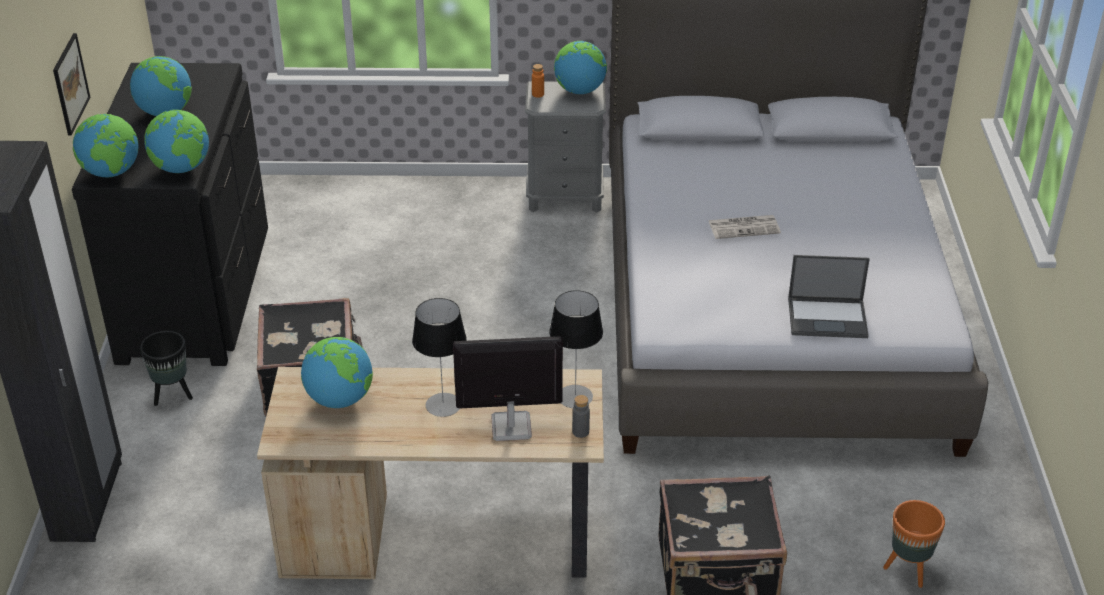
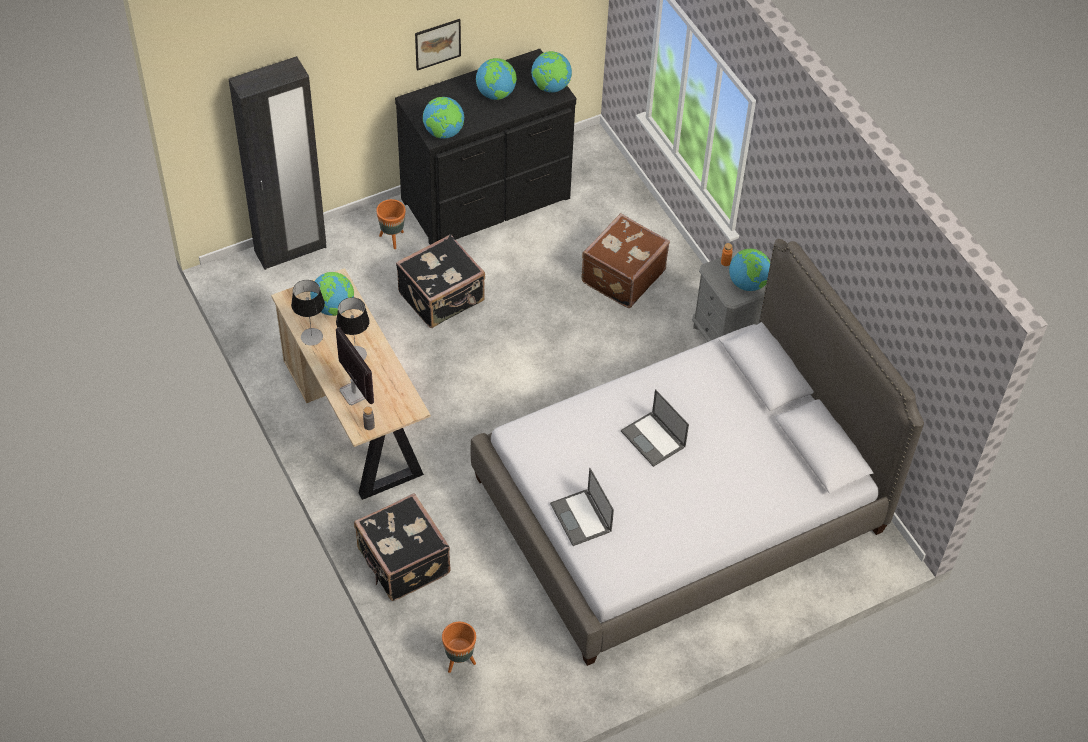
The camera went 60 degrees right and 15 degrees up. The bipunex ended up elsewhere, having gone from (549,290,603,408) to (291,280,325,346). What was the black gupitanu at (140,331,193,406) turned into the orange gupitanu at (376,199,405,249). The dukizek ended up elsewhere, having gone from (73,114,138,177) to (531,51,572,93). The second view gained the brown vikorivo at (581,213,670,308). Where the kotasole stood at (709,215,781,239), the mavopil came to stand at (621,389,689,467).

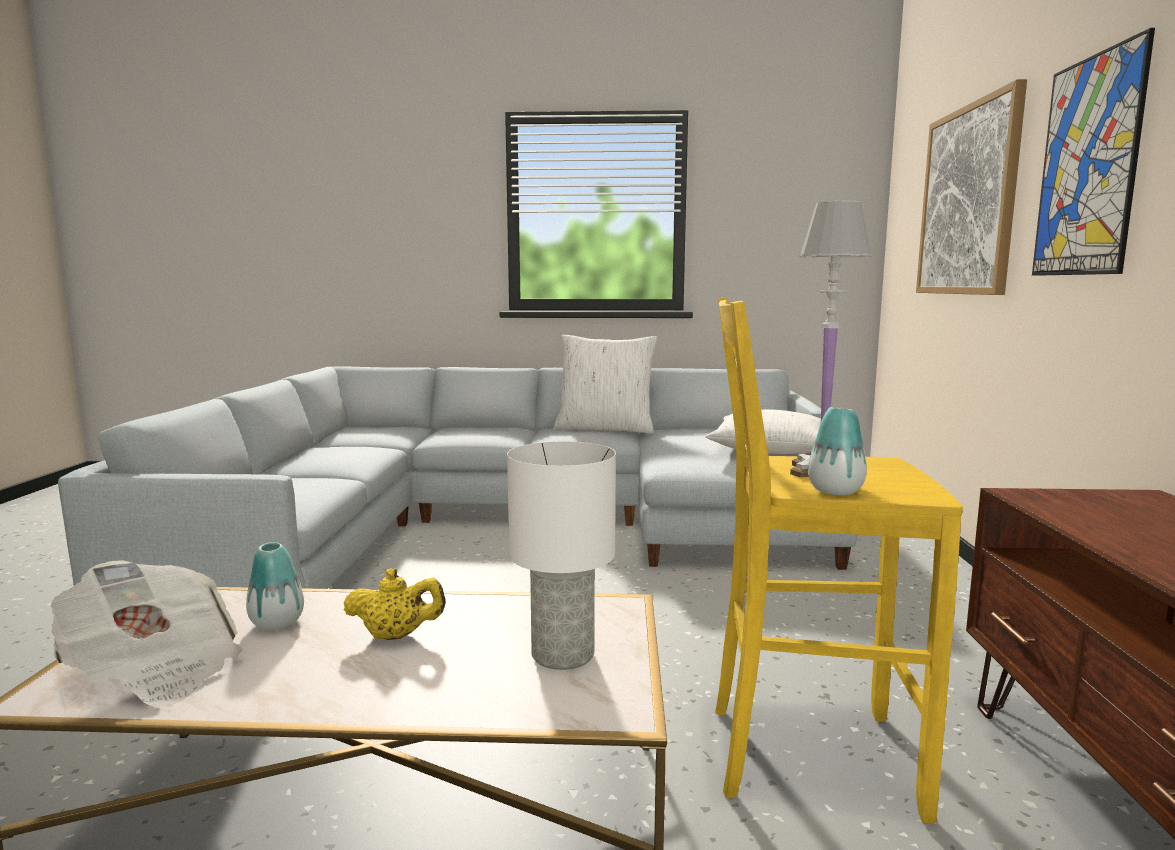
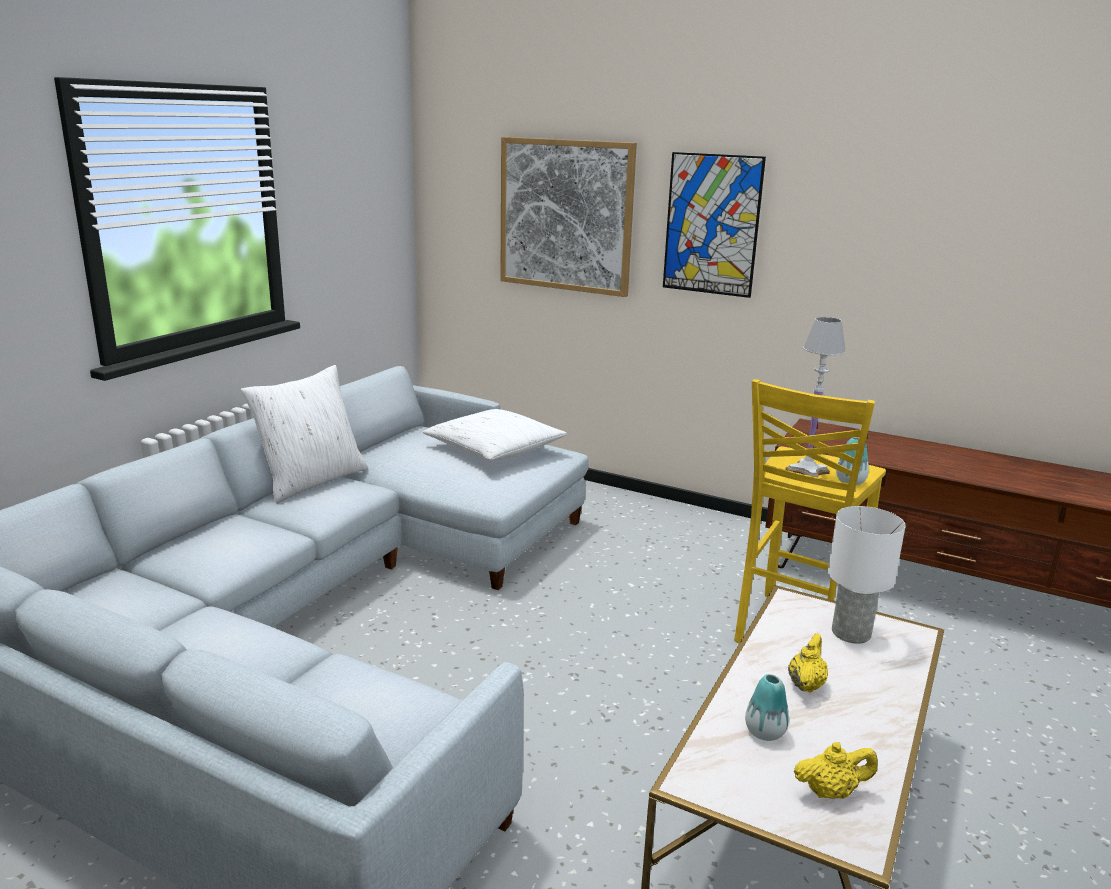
The camera went 65 degrees left and 10 degrees up. Where the kotasole stood at (51,560,243,707), the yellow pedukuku came to stand at (794,742,878,799).

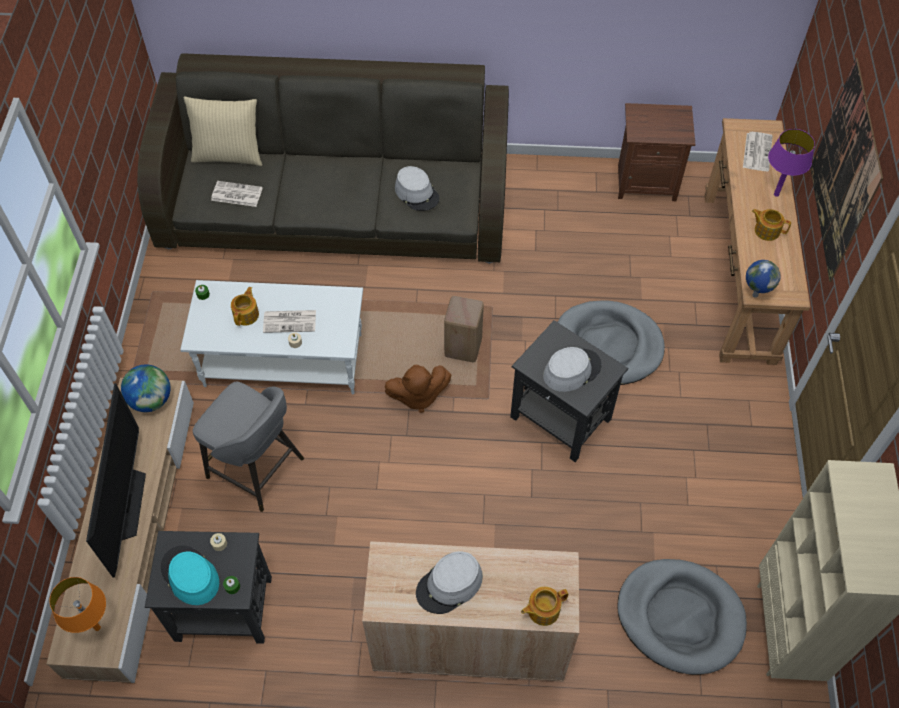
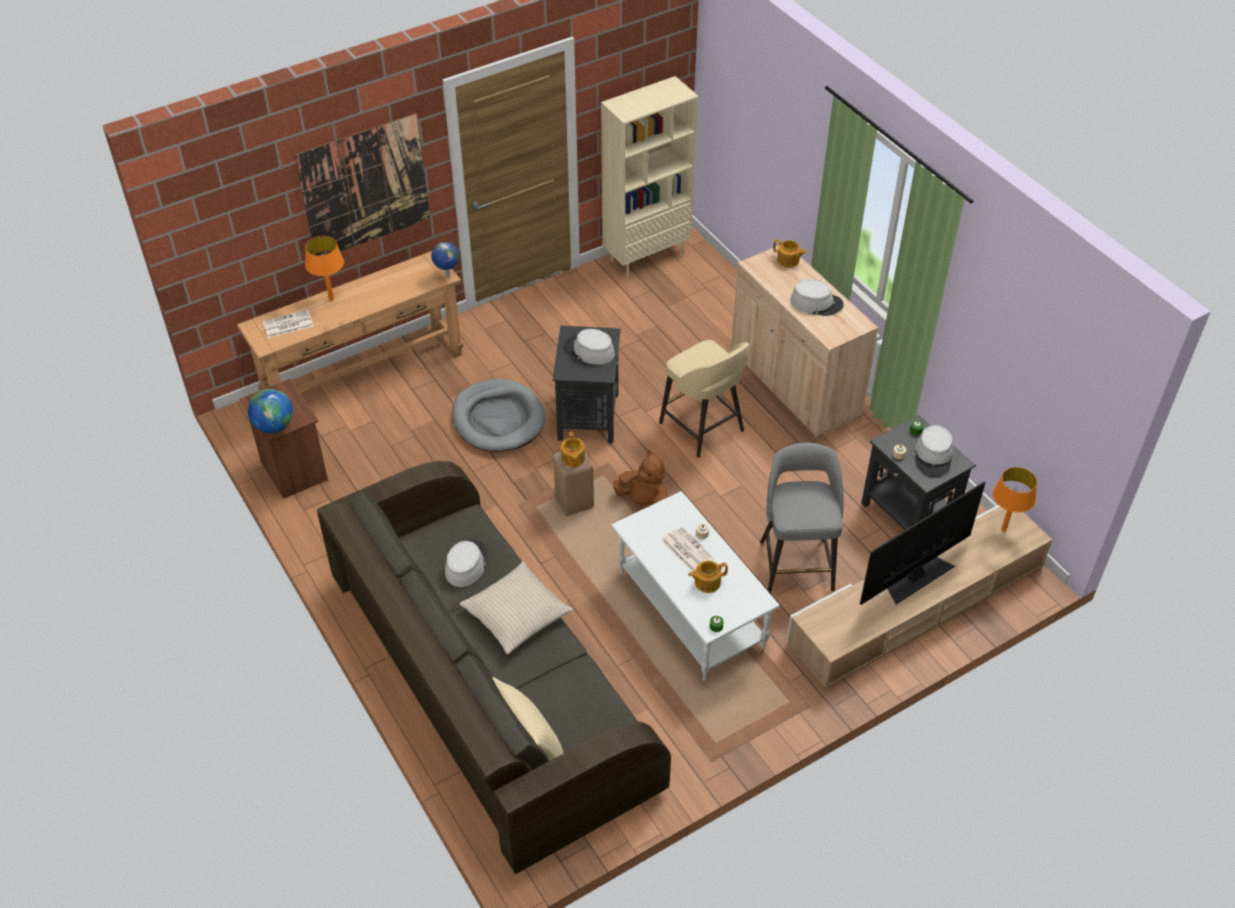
The camera went 125 degrees left and 10 degrees down. The dukizek ended up elsewhere, having gone from (121,364,170,412) to (248,389,293,433). What was the purple bipunex at (768,129,815,197) turned into the orange bipunex at (305,236,344,301). The second view gained the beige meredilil at (459,561,574,654). The pedukuku ended up elsewhere, having gone from (752,209,791,241) to (561,432,585,467). The second view gained the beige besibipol at (659,340,749,458). What was the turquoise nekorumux at (161,545,219,605) turned into the grey nekorumux at (915,425,953,475). The second view lost the kotasole at (211,181,263,207). The second view lost the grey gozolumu at (617,559,747,675).

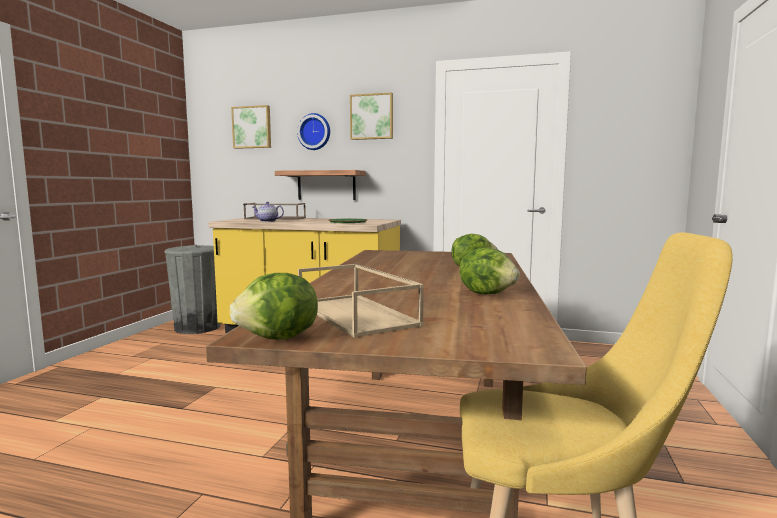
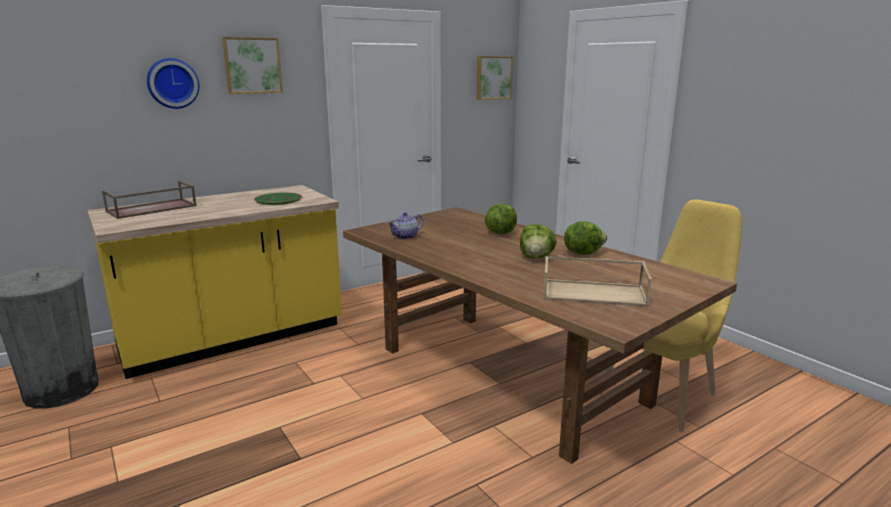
The camera went 50 degrees left and 10 degrees up. The pedukuku ended up elsewhere, having gone from (252,202,284,222) to (387,212,423,239). The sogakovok ended up elsewhere, having gone from (231,105,271,149) to (476,56,513,100). The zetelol ended up elsewhere, having gone from (229,273,318,340) to (520,224,557,259). The second view lost the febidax at (275,170,366,200).

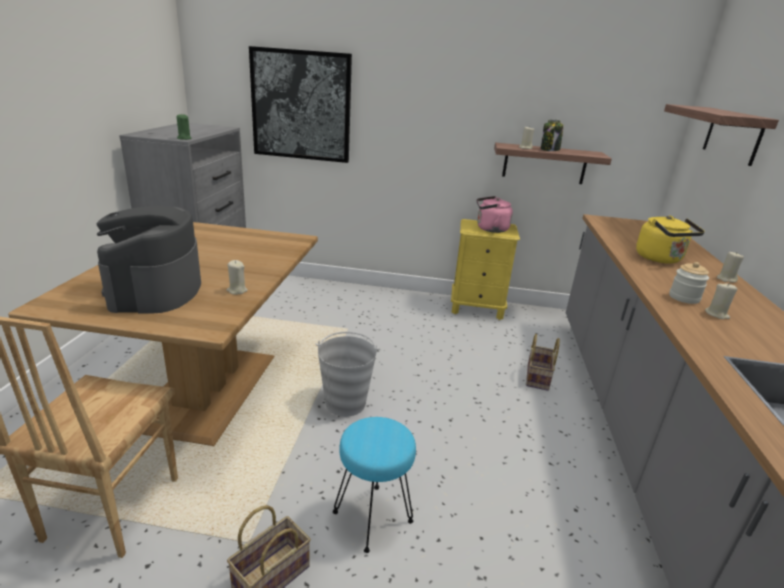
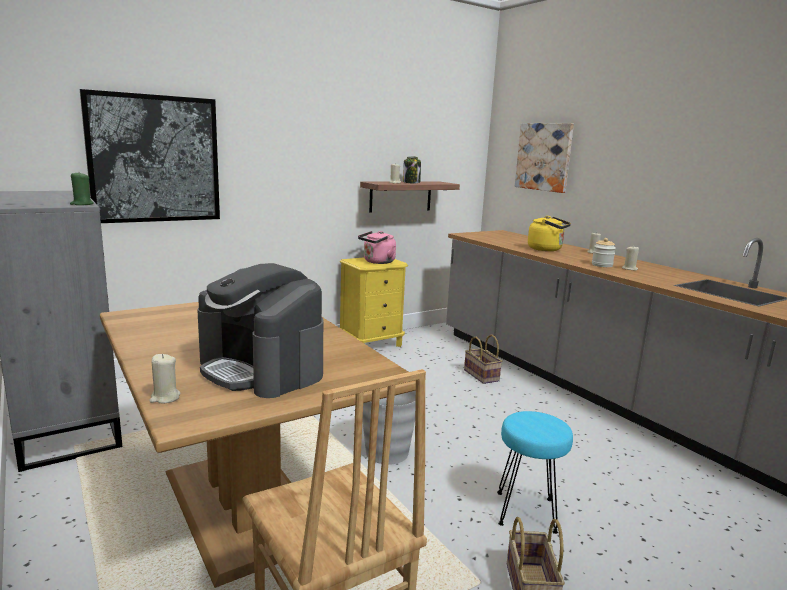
The camera went 40 degrees left and 10 degrees down. The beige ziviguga ended up elsewhere, having gone from (226,260,248,295) to (149,354,181,403). Where the febidax hung at (664,104,779,166), the sogakovok came to hang at (515,123,574,193).

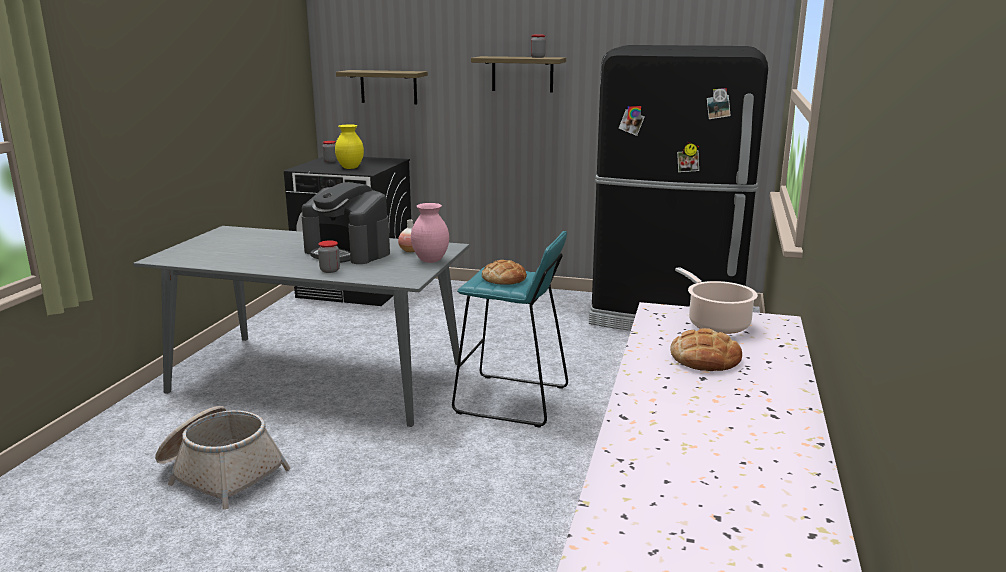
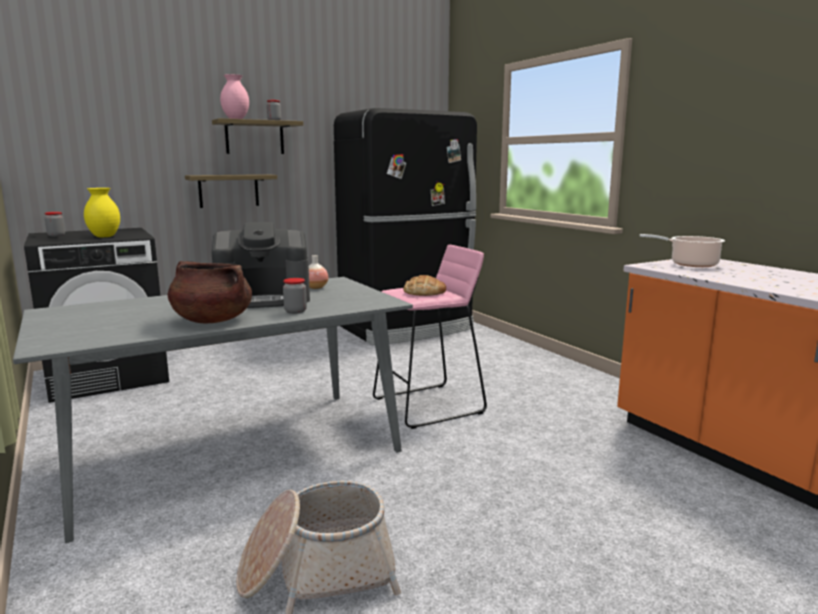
The camera went 45 degrees left and 5 degrees down. The second view gained the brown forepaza at (167,261,252,323). The febidax ended up elsewhere, having gone from (336,70,428,104) to (185,174,277,208). The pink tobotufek ended up elsewhere, having gone from (411,203,449,263) to (220,74,249,119). What was the turquoise besibipol at (452,231,568,428) turned into the pink besibipol at (373,245,487,429). The second view lost the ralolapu at (670,328,742,371).

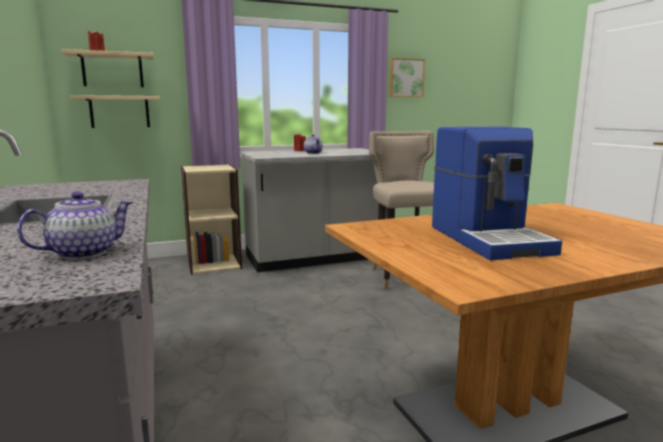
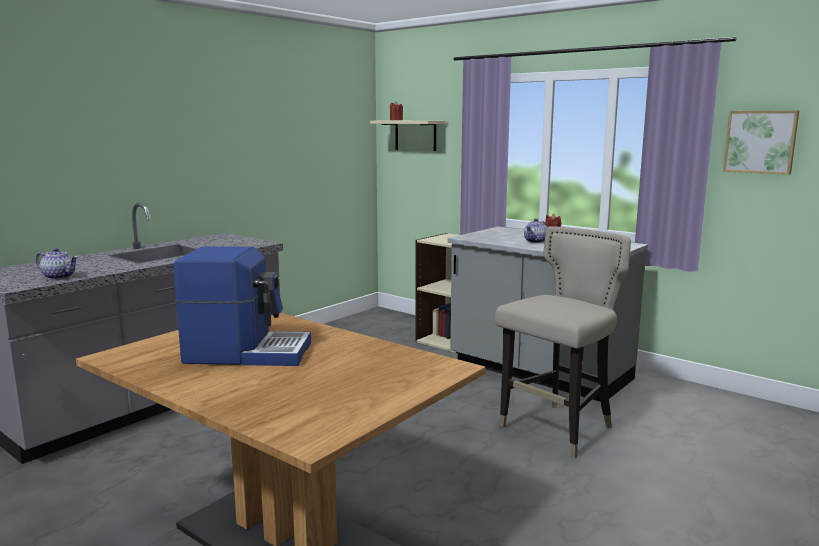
The camera went 60 degrees right and 0 degrees up. The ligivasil at (432,127,562,260) ended up facing another way, 135 degrees counterclockwise from before. The second view lost the beige febidax at (70,95,160,128).

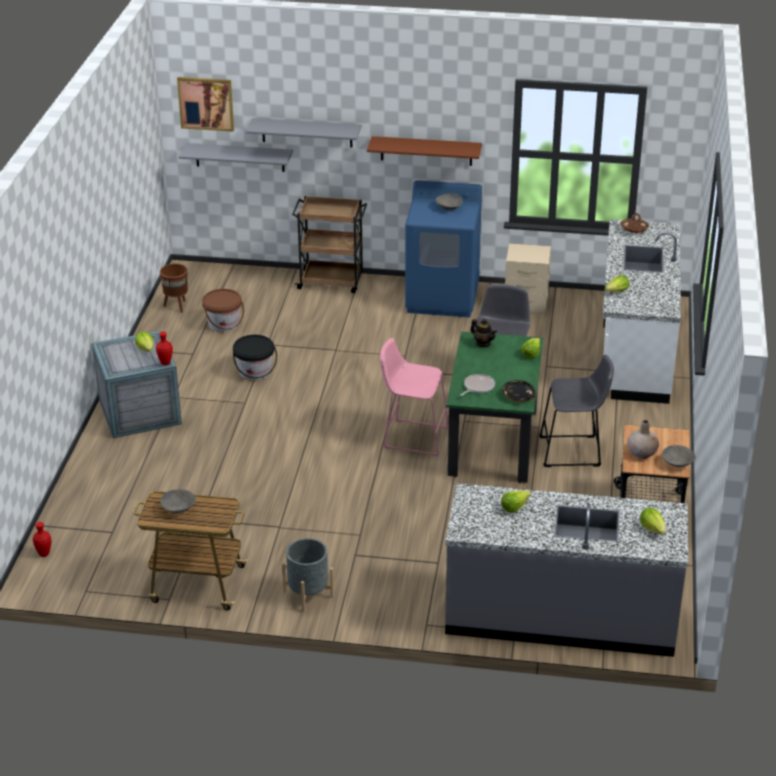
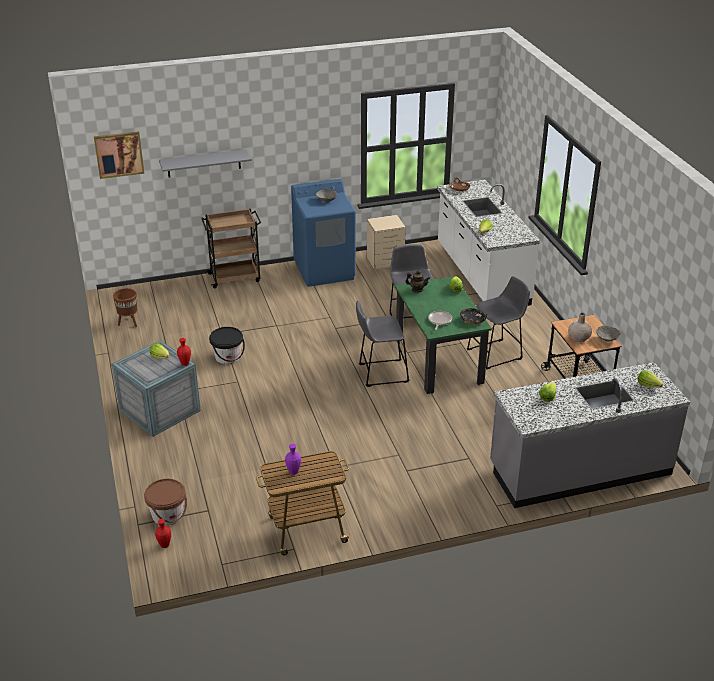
The camera went 25 degrees left and 0 degrees up. The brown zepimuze ended up elsewhere, having gone from (202,289,244,332) to (144,479,187,526). Where the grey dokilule stood at (160,489,196,513), the purple tobotufek came to stand at (285,444,301,475). What was the pink besibipol at (380,338,449,456) turned into the grey besibipol at (356,301,410,387). The second view lost the grey febidax at (179,143,293,172). The second view lost the grey gupitanu at (282,538,334,612). The second view lost the brown febidax at (367,136,482,166).

